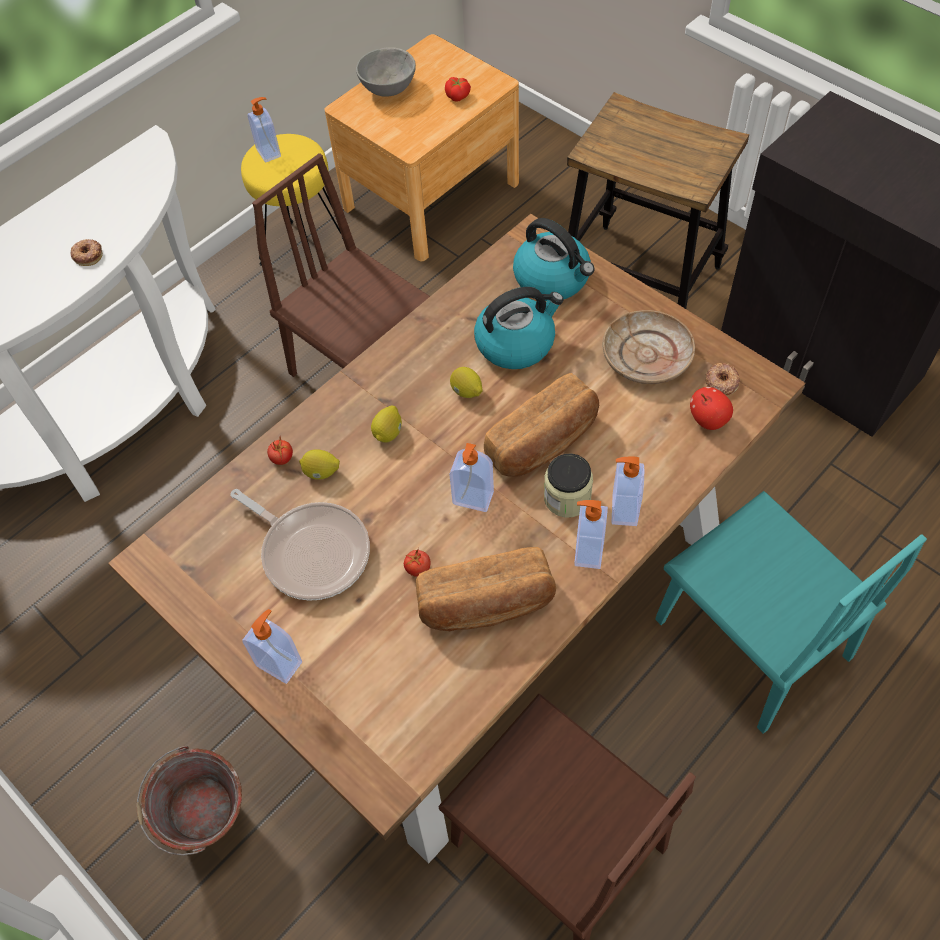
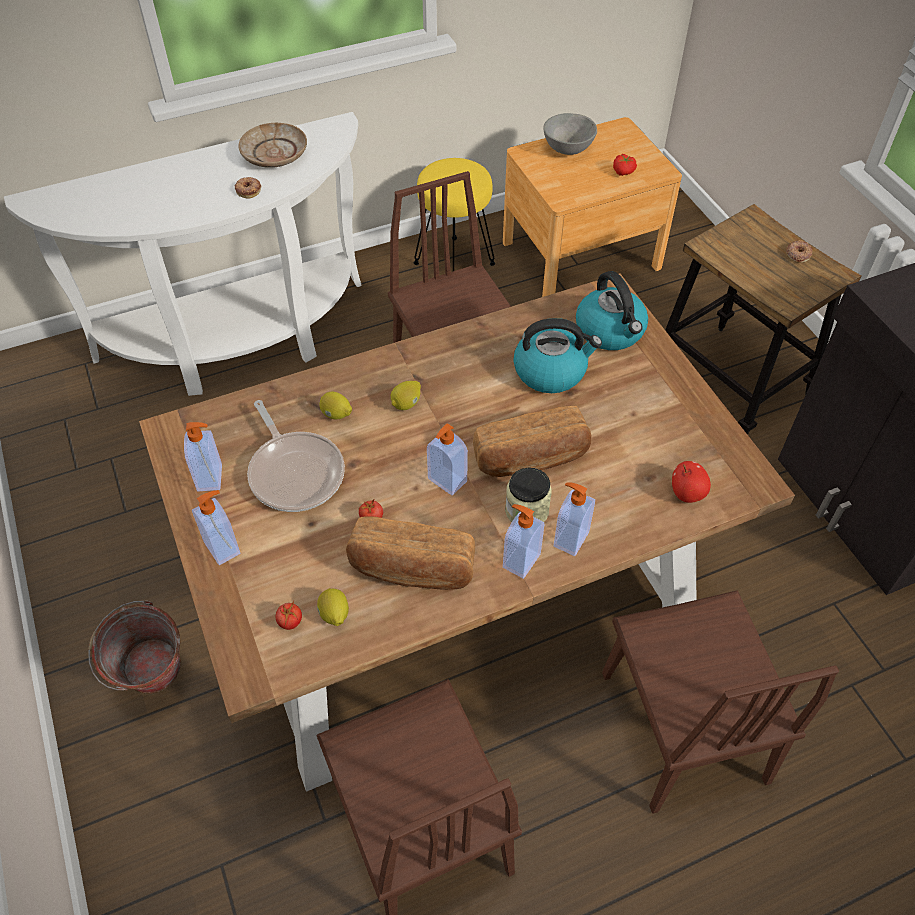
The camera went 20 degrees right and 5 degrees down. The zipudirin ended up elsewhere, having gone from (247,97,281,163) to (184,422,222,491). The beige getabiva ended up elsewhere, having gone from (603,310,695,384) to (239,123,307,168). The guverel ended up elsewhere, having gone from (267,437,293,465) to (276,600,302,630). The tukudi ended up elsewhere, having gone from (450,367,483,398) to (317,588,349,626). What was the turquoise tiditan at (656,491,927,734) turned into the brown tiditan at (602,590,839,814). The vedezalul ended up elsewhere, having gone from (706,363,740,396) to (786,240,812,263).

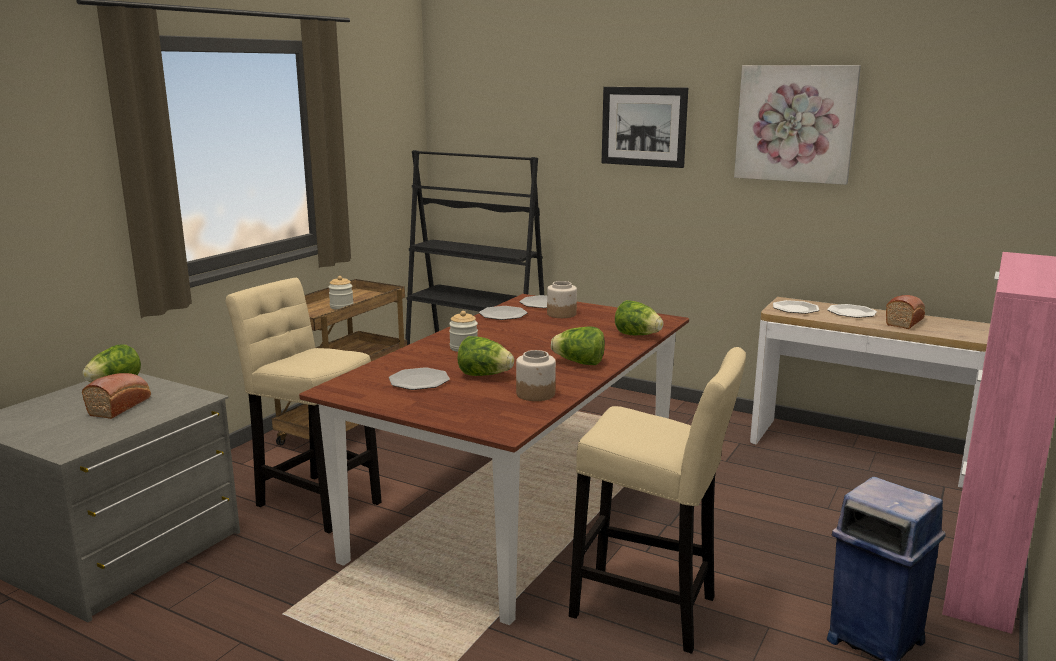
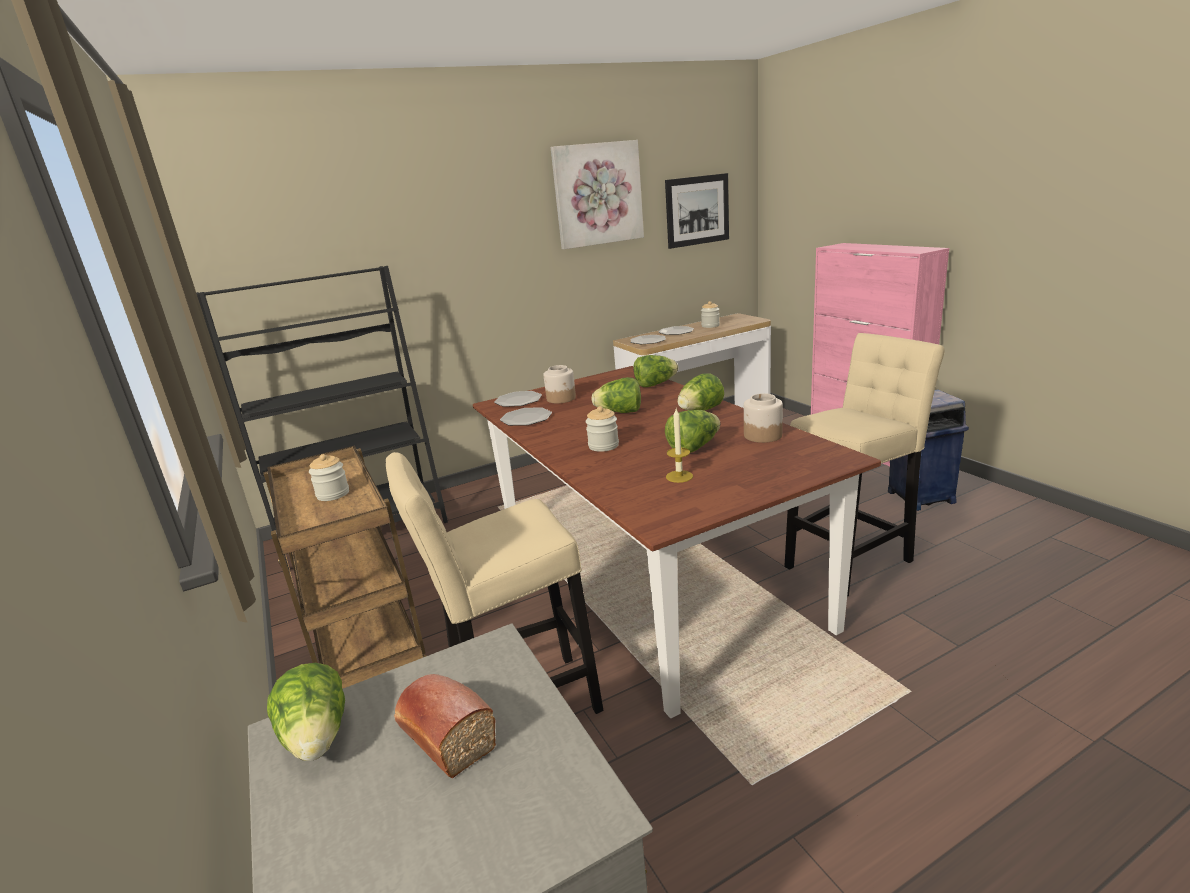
The camera went 55 degrees left and 5 degrees up. The second view gained the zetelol at (591,377,641,413). The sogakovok ended up elsewhere, having gone from (602,87,688,168) to (665,173,729,249). Where the getabiva stood at (389,367,450,390), the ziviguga came to stand at (666,409,693,483). Where the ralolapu stood at (886,295,925,329), the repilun came to stand at (701,301,720,328).

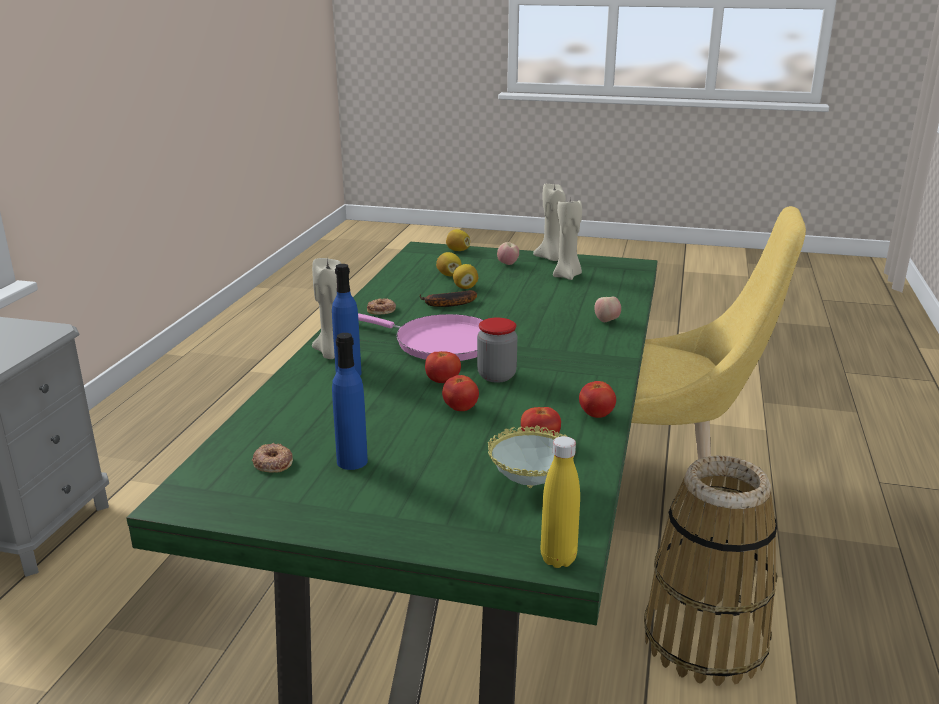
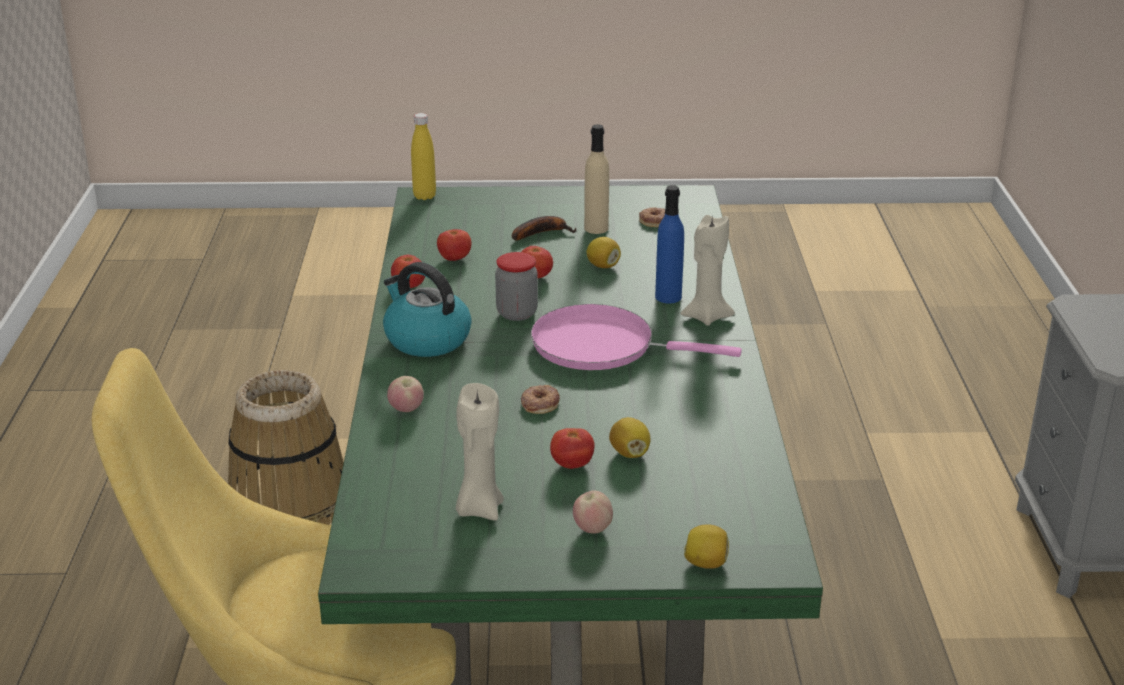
The camera went 165 degrees right and 5 degrees up. The second view gained the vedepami at (383,262,472,357). The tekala ended up elsewhere, having gone from (420,290,477,307) to (512,216,576,241). The vedezalul ended up elsewhere, having gone from (367,298,396,315) to (521,385,560,414). The guverel ended up elsewhere, having gone from (425,351,461,383) to (550,428,594,469). What was the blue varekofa at (332,333,368,470) turned into the beige varekofa at (584,124,609,234). The tukudi ended up elsewhere, having gone from (436,252,462,276) to (586,237,621,268). The second view lost the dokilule at (488,425,576,488). The second view lost the beige ziviguga at (533,184,566,261).

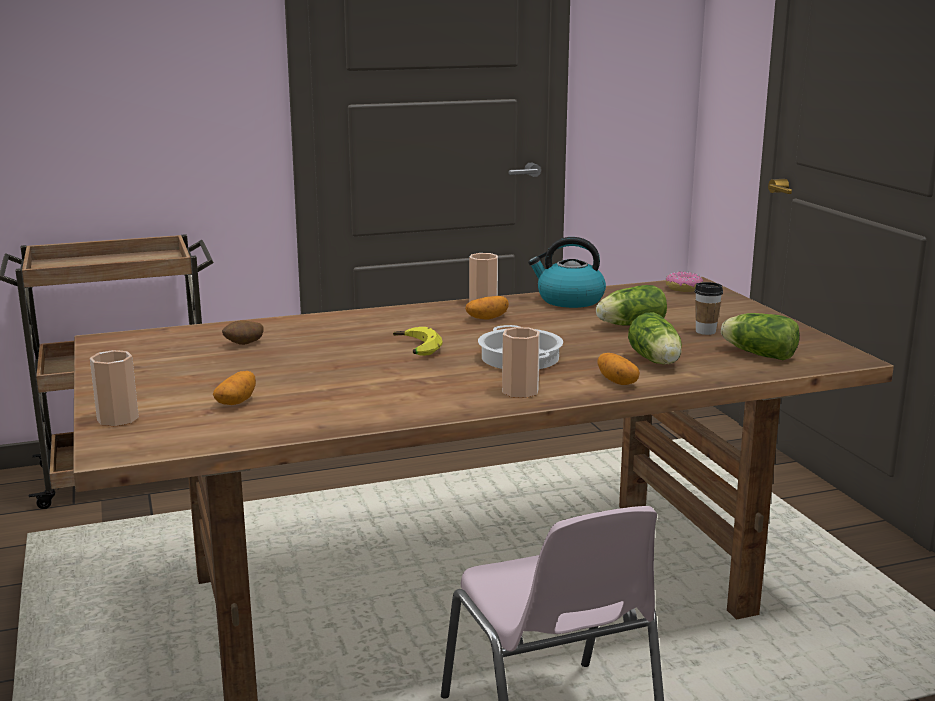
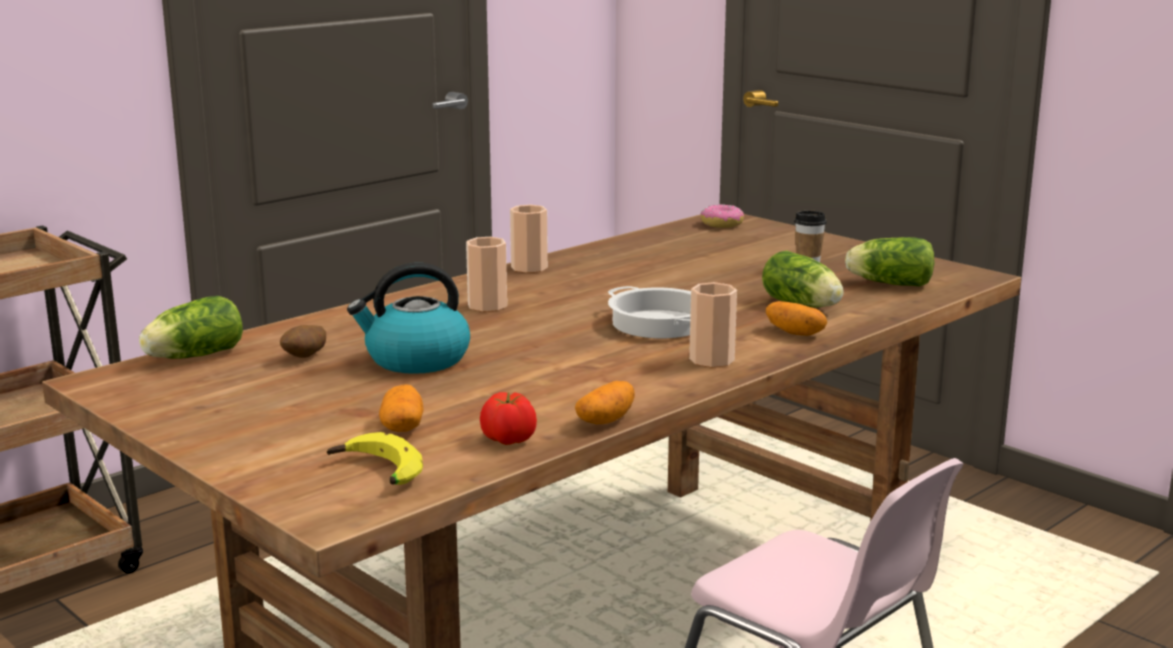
The camera went 25 degrees left and 0 degrees up. The zetelol ended up elsewhere, having gone from (596,285,667,326) to (139,296,243,359). The tekala ended up elsewhere, having gone from (393,327,442,356) to (327,432,423,485). The vedepami ended up elsewhere, having gone from (528,237,606,308) to (347,263,470,374). The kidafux ended up elsewhere, having gone from (90,350,139,427) to (466,237,507,312). The second view gained the guverel at (480,392,537,445). The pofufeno ended up elsewhere, having gone from (465,296,509,319) to (575,381,635,424).

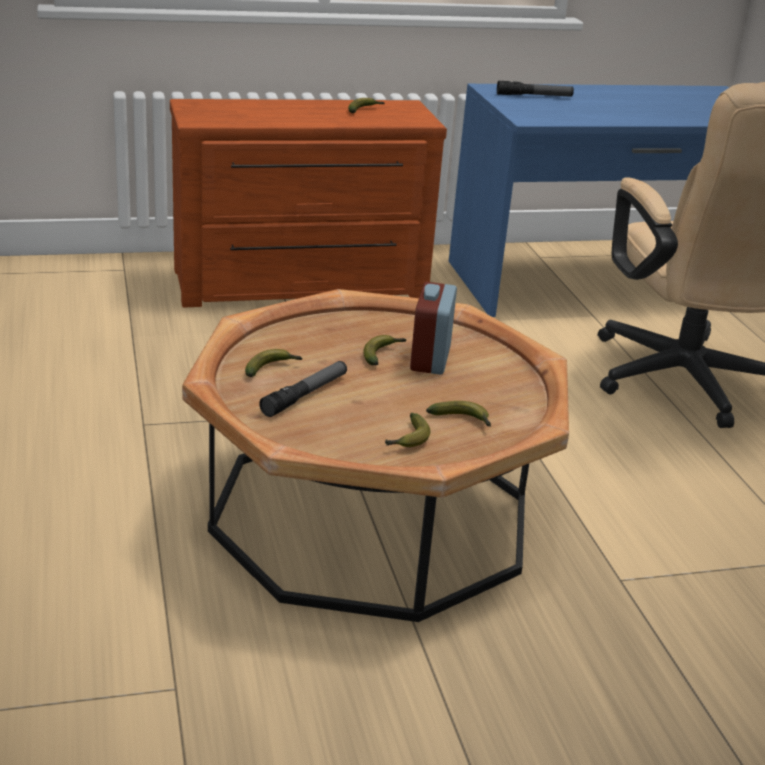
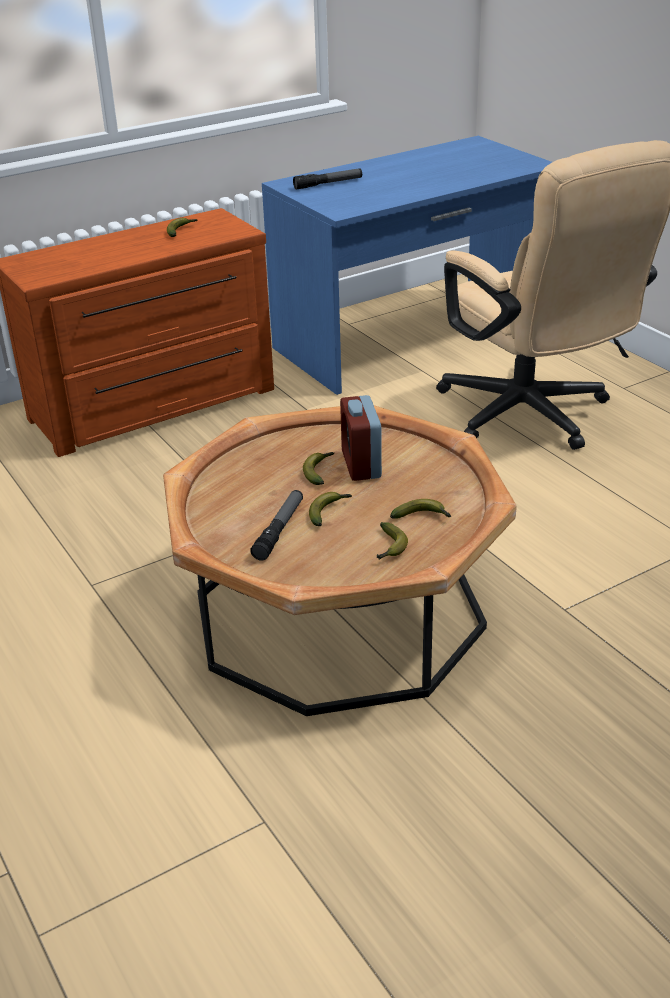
The camera went 15 degrees left and 5 degrees up. The tekala ended up elsewhere, having gone from (245,349,302,377) to (309,492,352,526).

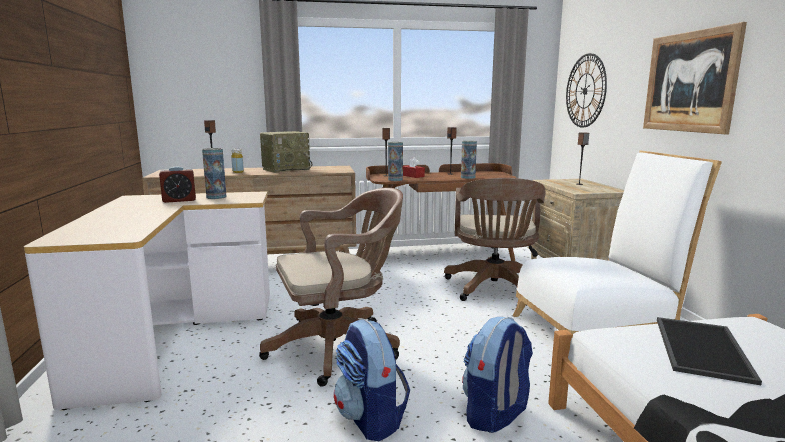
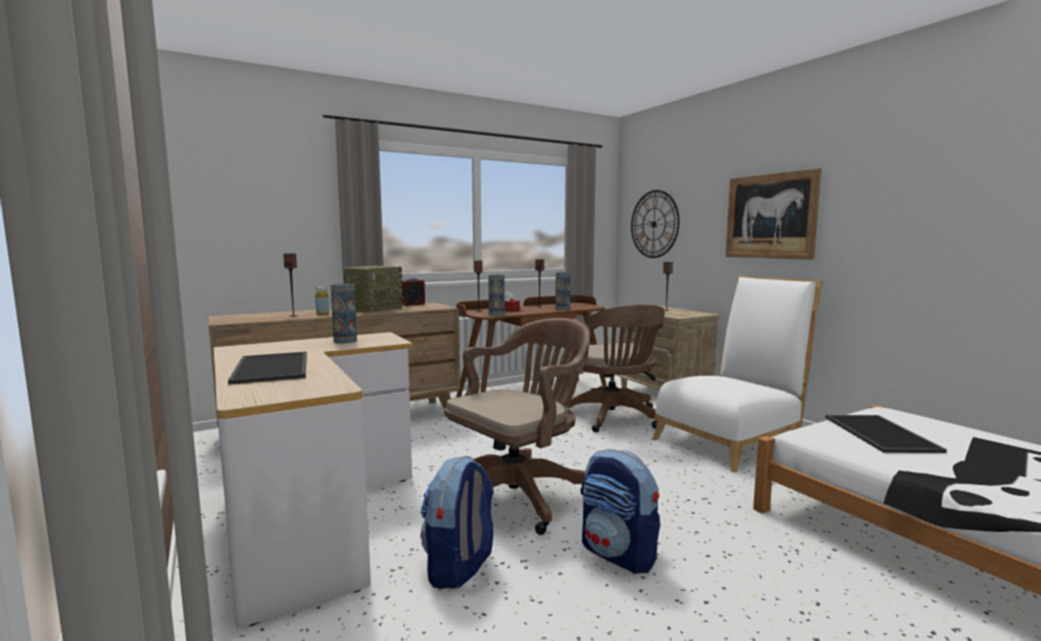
The camera went 20 degrees left and 5 degrees down. The second view gained the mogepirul at (228,352,307,385). The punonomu ended up elsewhere, having gone from (159,167,196,203) to (401,278,425,306). The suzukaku ended up elsewhere, having gone from (462,317,533,433) to (420,456,494,589).

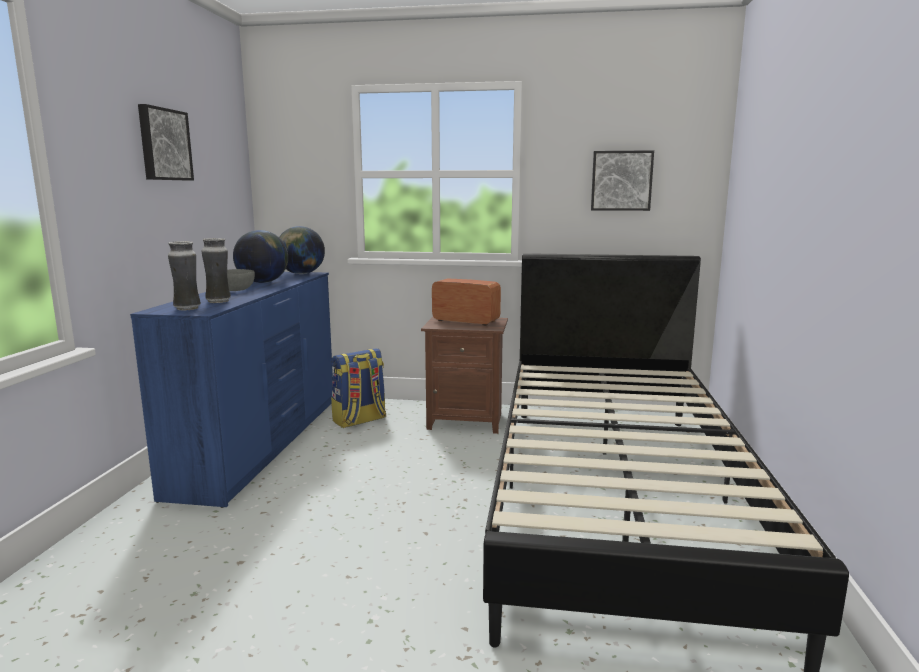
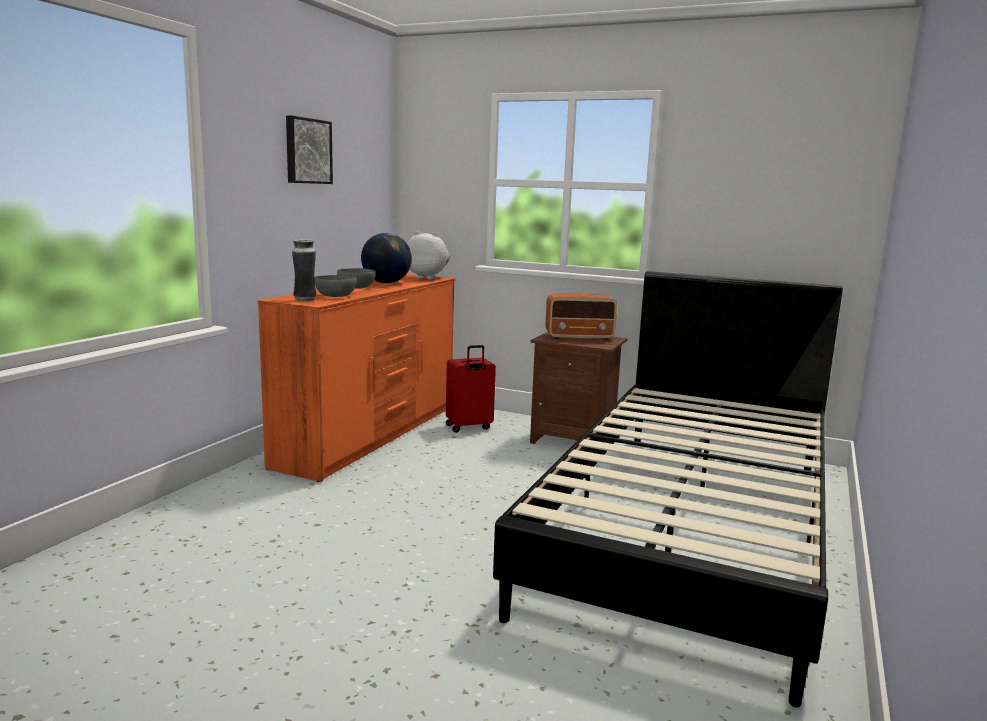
The camera went 15 degrees right and 0 degrees up. What was the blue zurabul at (130,272,333,508) turned into the orange zurabul at (258,274,455,482). Where the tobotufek stood at (202,238,231,303), the grey dokilule came to stand at (314,275,356,297). Where the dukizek stood at (279,226,325,274), the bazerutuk came to stand at (407,231,450,279). Where the suzukaku stood at (331,348,386,428), the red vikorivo came to stand at (446,345,496,433). The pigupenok at (432,279,501,326) ended up facing another way, 135 degrees clockwise from before. The second view lost the sogakovok at (591,150,654,211).

